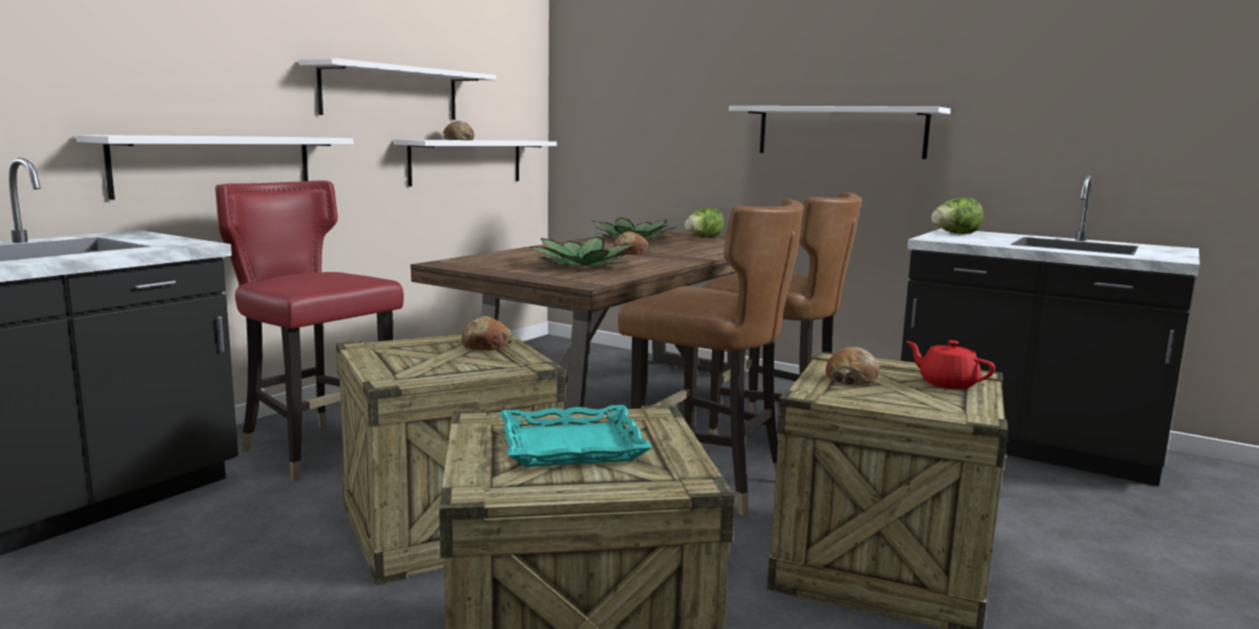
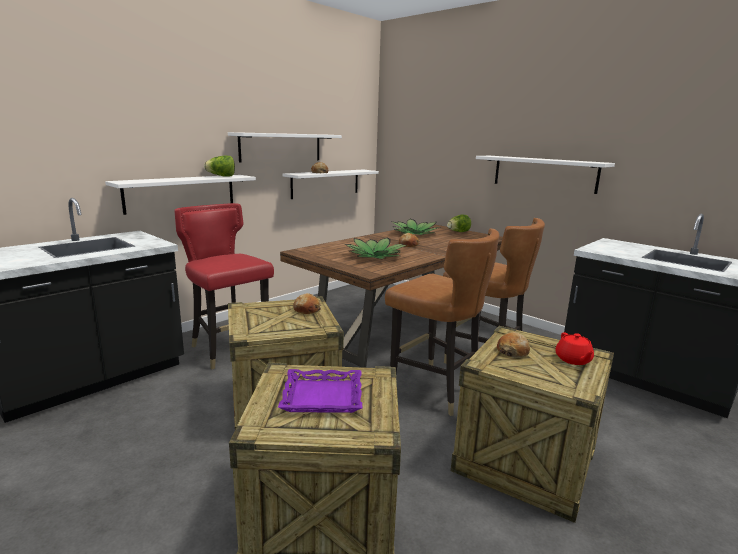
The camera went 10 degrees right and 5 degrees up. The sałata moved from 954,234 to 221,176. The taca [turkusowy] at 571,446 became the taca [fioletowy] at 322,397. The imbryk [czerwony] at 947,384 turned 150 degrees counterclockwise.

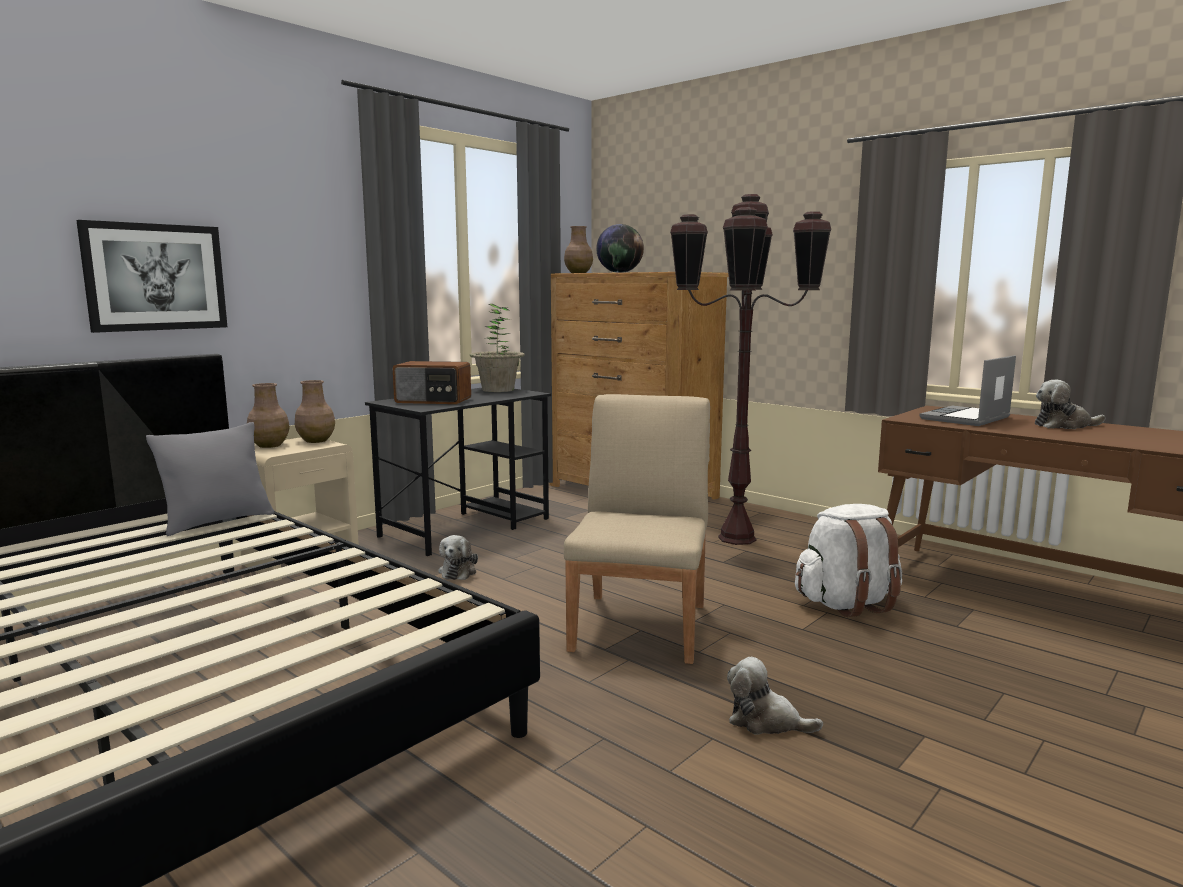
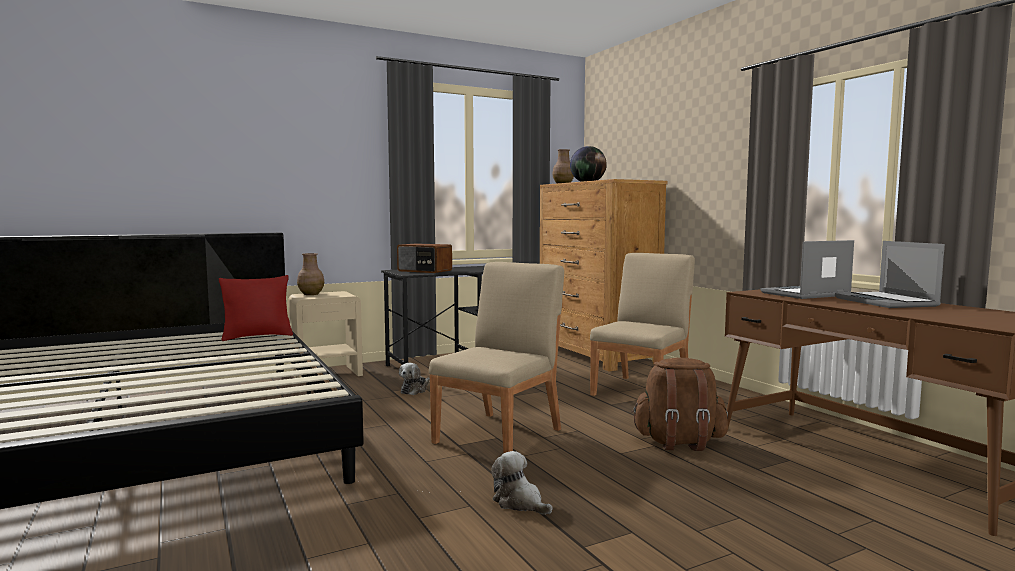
The camera went 20 degrees right and 5 degrees down. The obraz at 155,277 disappeared. The wazon [brązowy] at 315,441 disappeared. The roślina doniczkowa at 498,390 disappeared. The lampa stojąca [brązowy] at 738,538 was replaced by the krzesło [beżowy] at 642,391. The pluszak at 1064,426 was replaced by the laptop at 887,302. The poduszka [szary] at 217,521 became the poduszka [czerwony] at 257,336. The plecak [biały] at 848,604 became the plecak [brązowy] at 679,442.

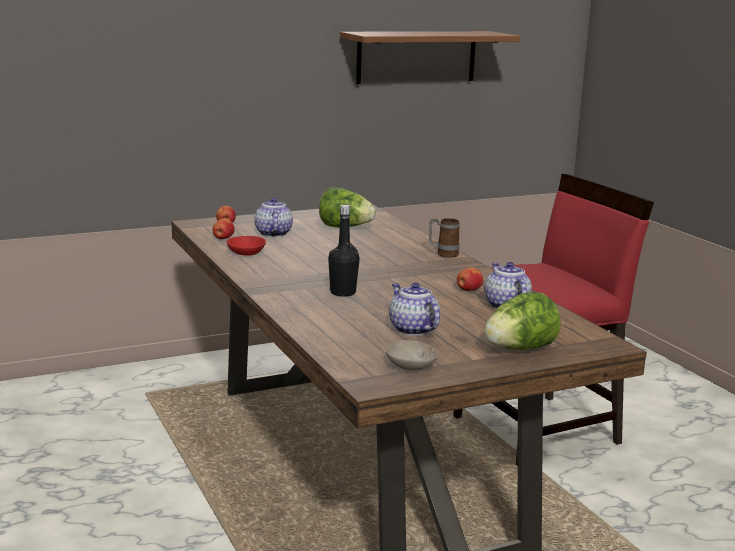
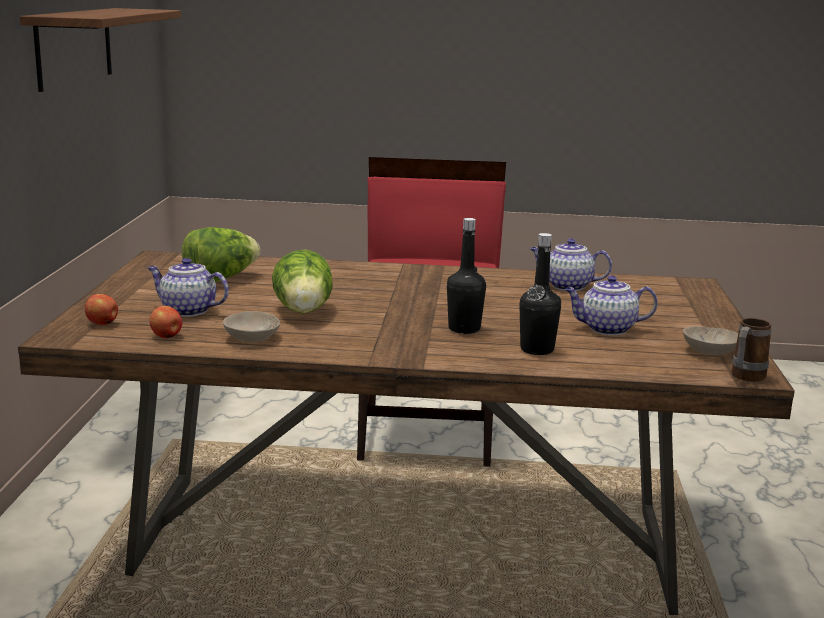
The camera went 60 degrees left and 0 degrees up. The jabłko at 468,290 disappeared. The butelka [czarny] at 537,350 appeared. The kubek moved from 443,254 to 745,377. The sałata moved from 519,349 to 304,313. The miska [czerwony] at 246,253 became the miska [beżowy] at 250,338.

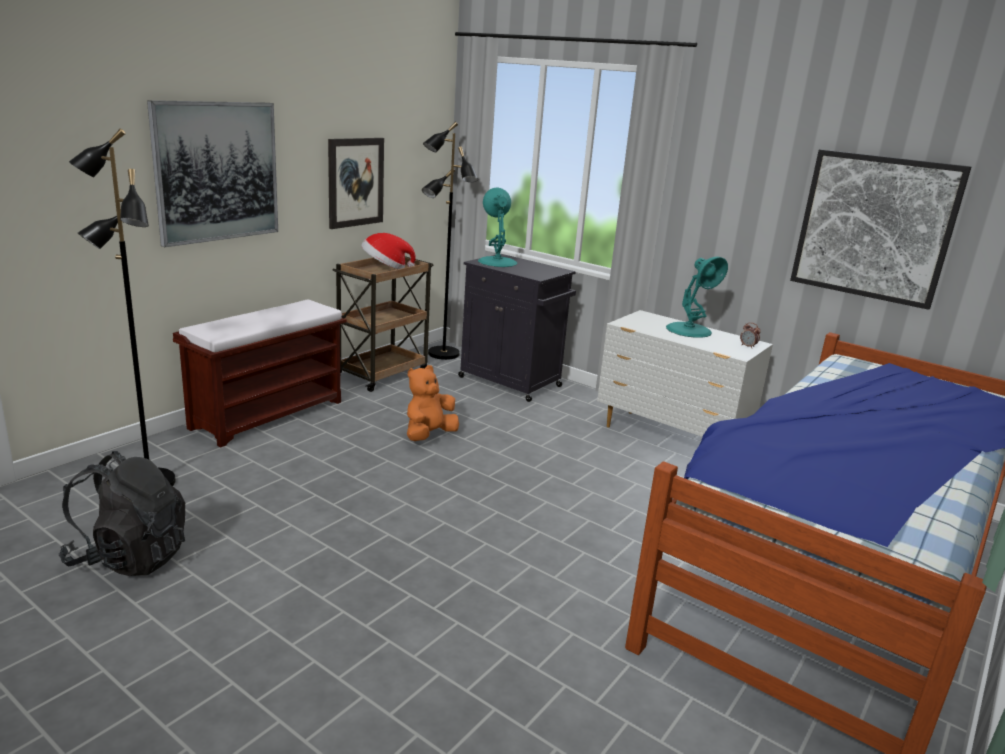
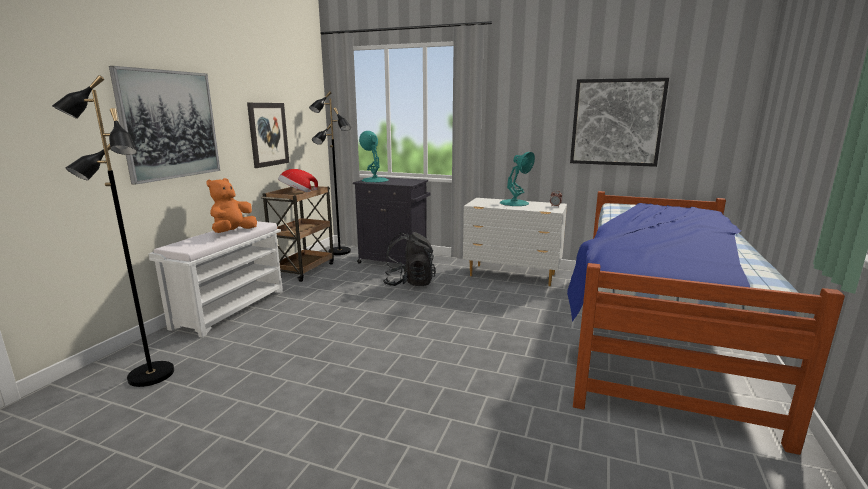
The camera went 15 degrees left and 5 degrees down. The plecak [czarny] moved from 129,557 to 409,283. The pluszak [pomarańczowy] moved from 429,435 to 233,232. The ławka [brązowy] at 269,414 became the ławka [biały] at 231,308.

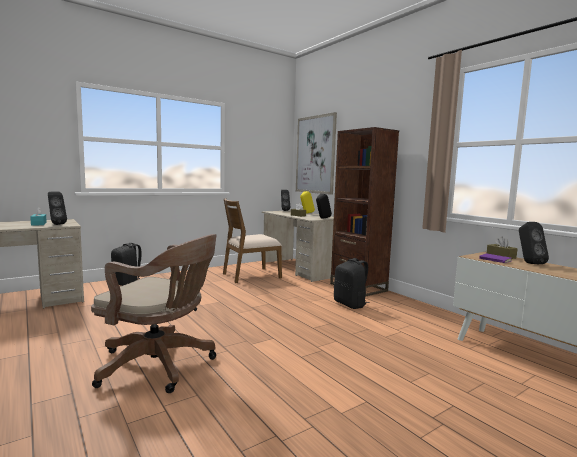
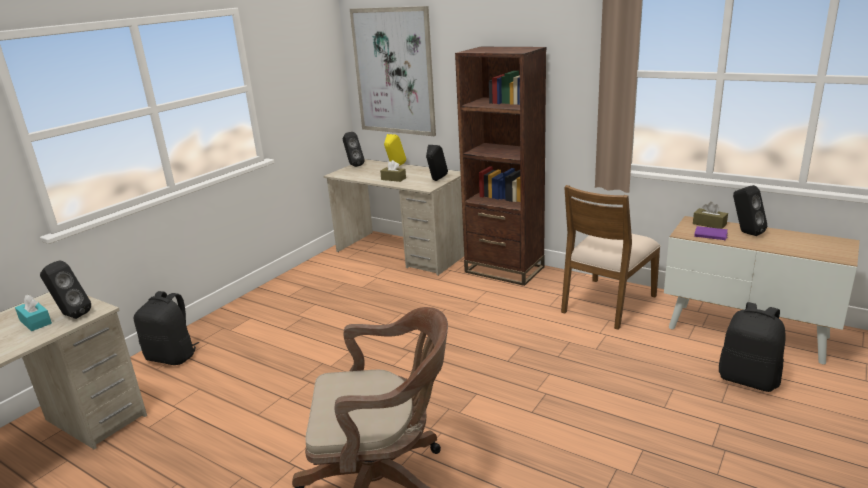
The camera went 20 degrees left and 15 degrees up. The krzesło [brązowy] moved from 251,275 to 607,303. The plecak [czarny] moved from 350,304 to 748,379.

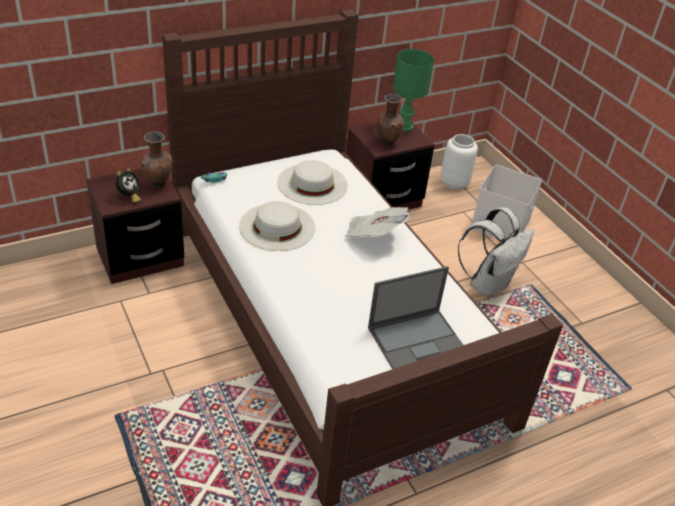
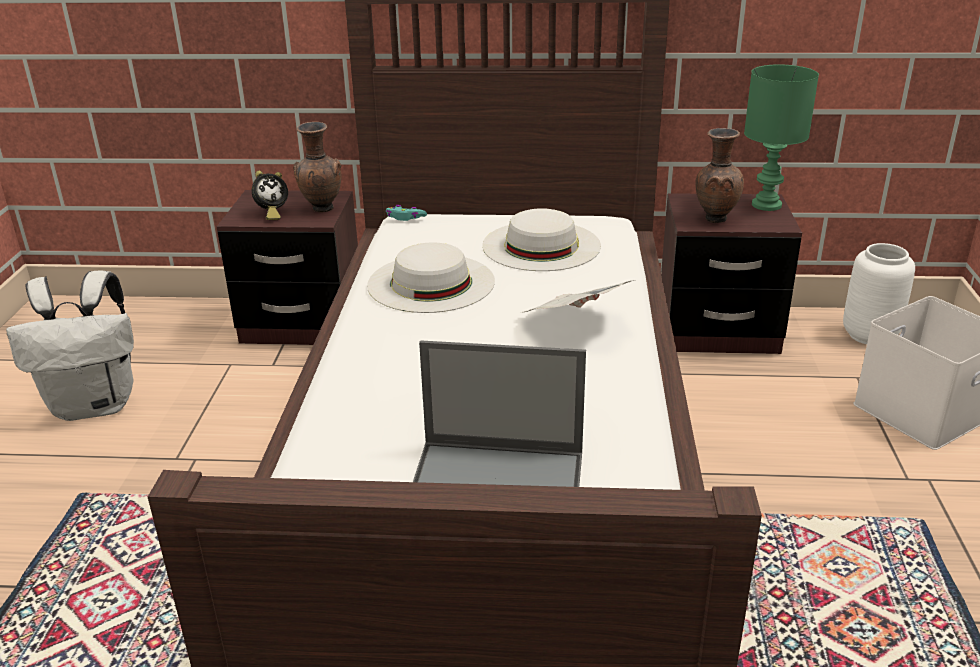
The camera went 35 degrees right and 10 degrees down. The plecak [biały] moved from 488,284 to 96,405.

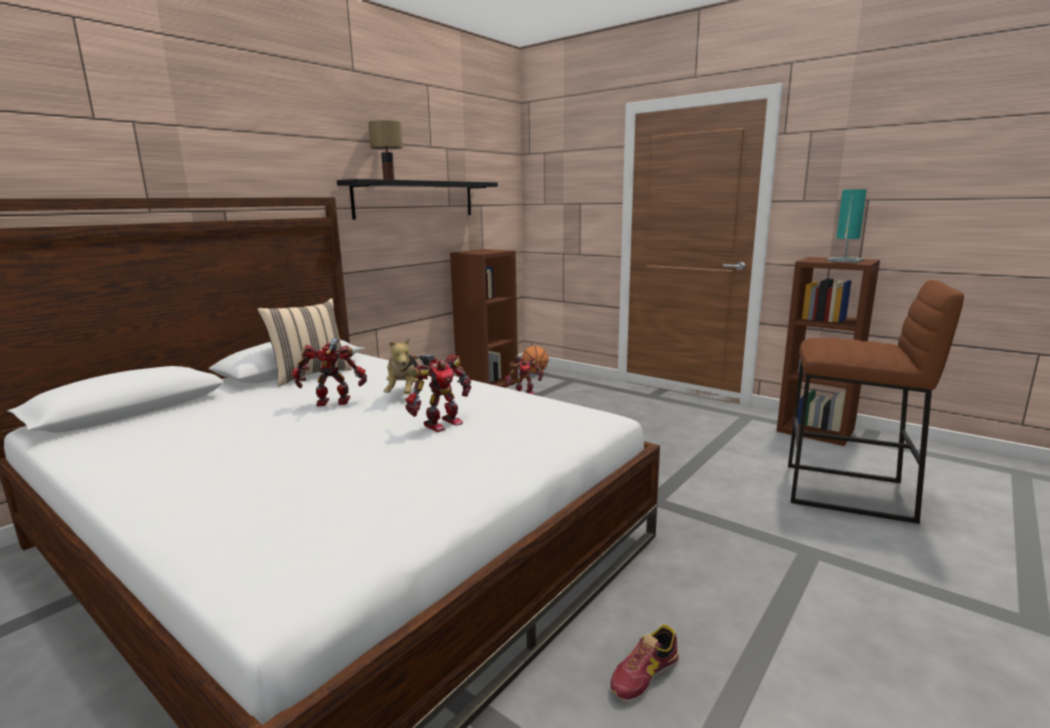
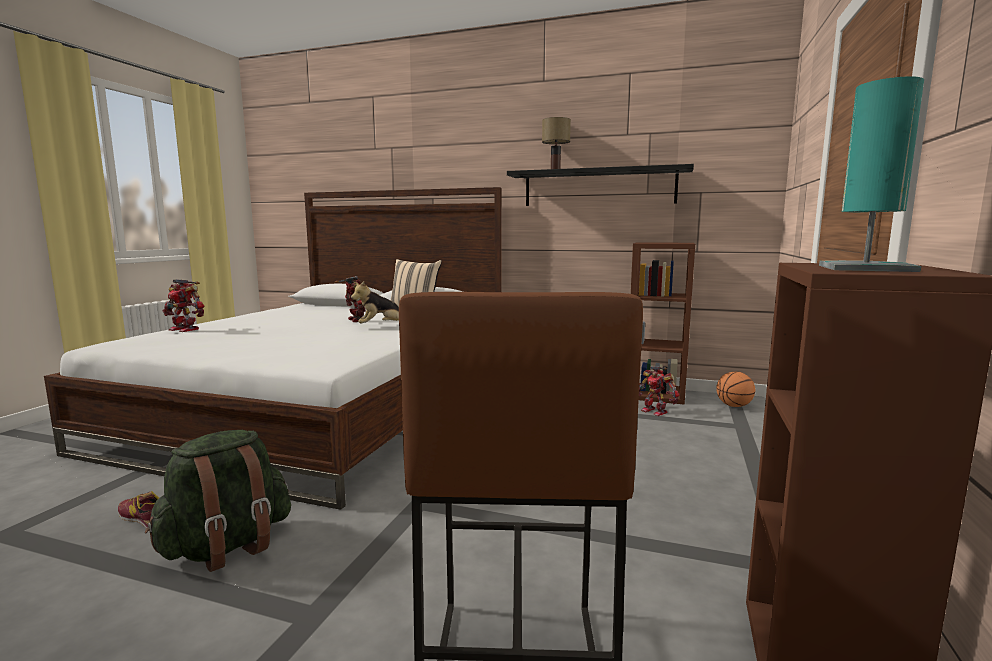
The camera went 70 degrees right and 5 degrees down. The plecak [zielony] at 227,546 appeared. The robot zabawkowy moved from 441,423 to 186,329.

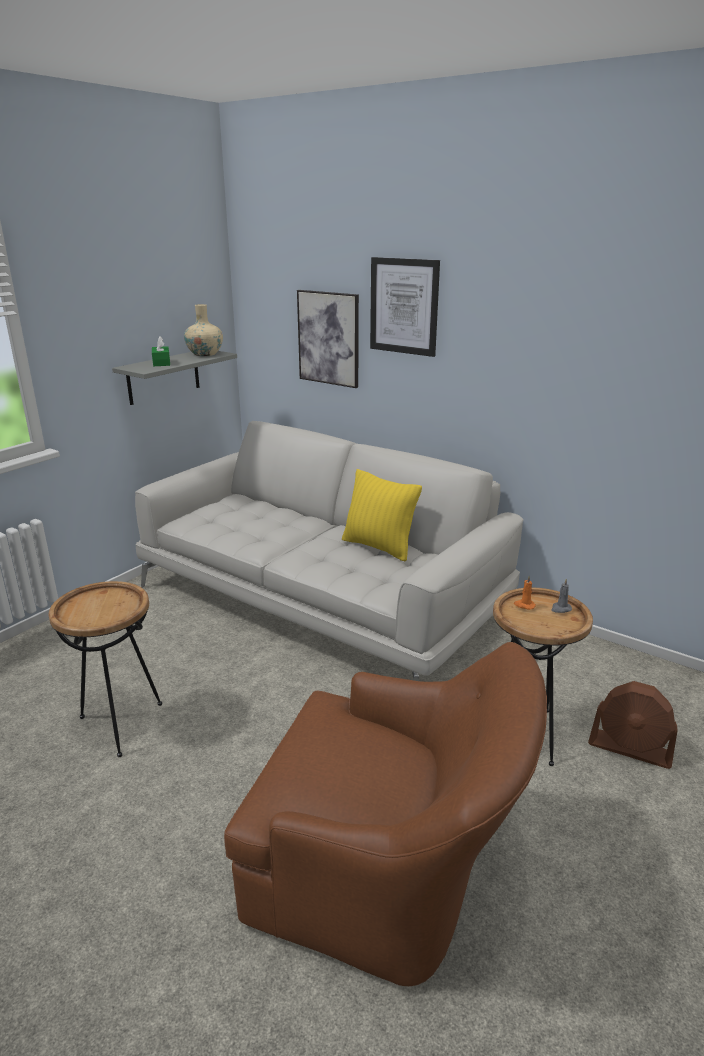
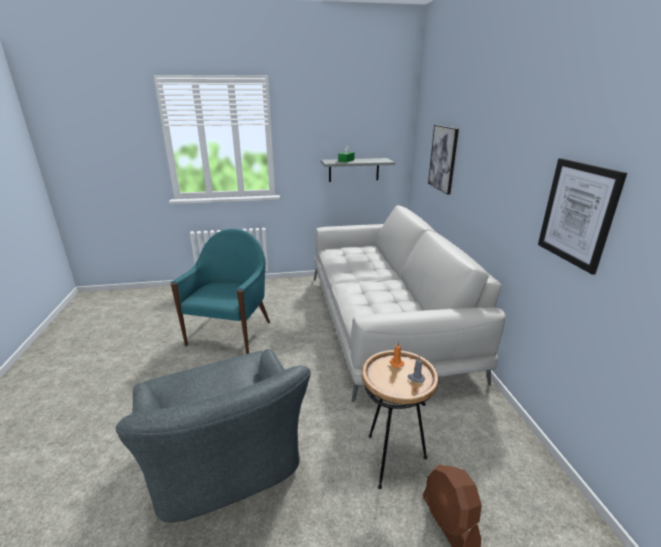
The camera went 45 degrees right and 0 degrees up. The wazon [beżowy] at 205,354 disappeared. The poduszka [żółty] at 379,547 disappeared. The obraz moved from 404,306 to 577,213. The stolik [brązowy] at 121,724 was replaced by the fotel [turkusowy] at 230,332. The fotel [brązowy] at 389,872 became the fotel [szary] at 226,466.

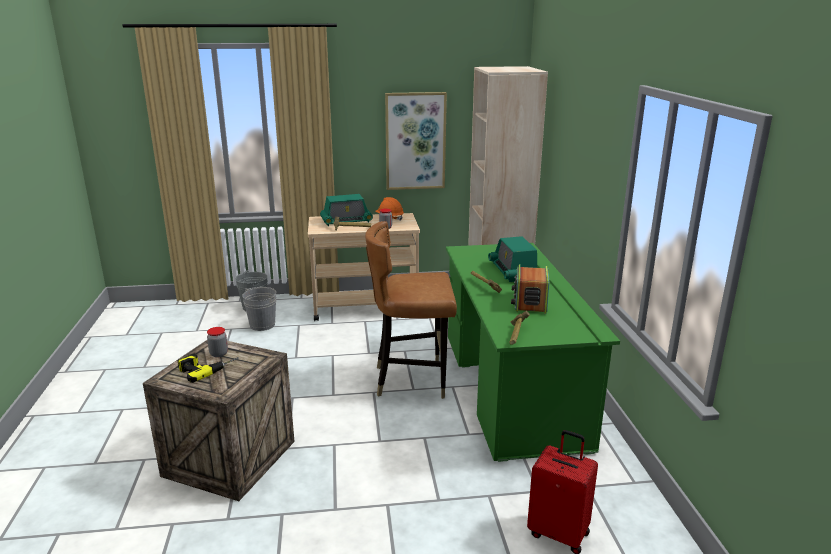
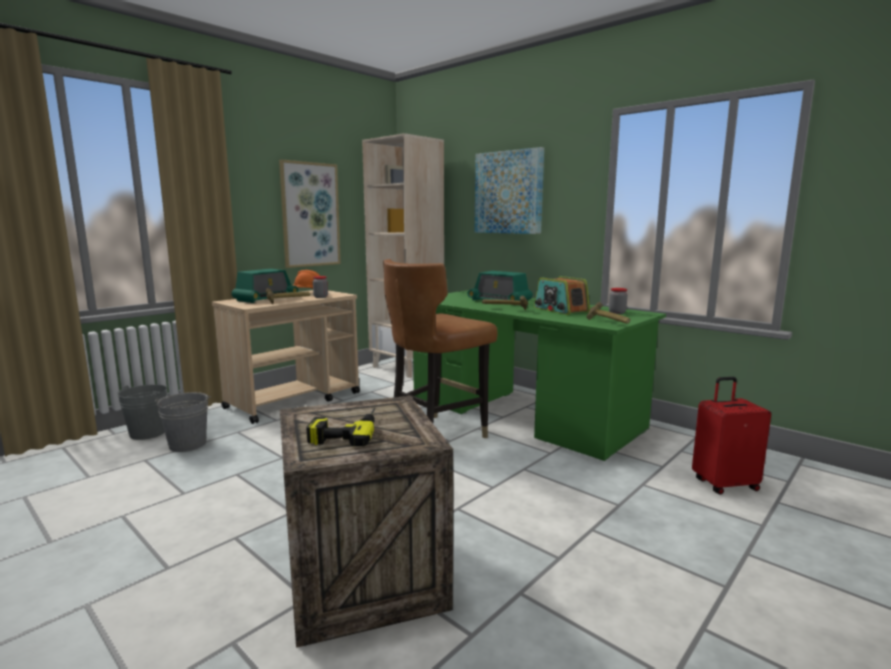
The camera went 40 degrees left and 10 degrees down. The obraz at 508,192 appeared. The słoik moved from 219,353 to 617,313.

